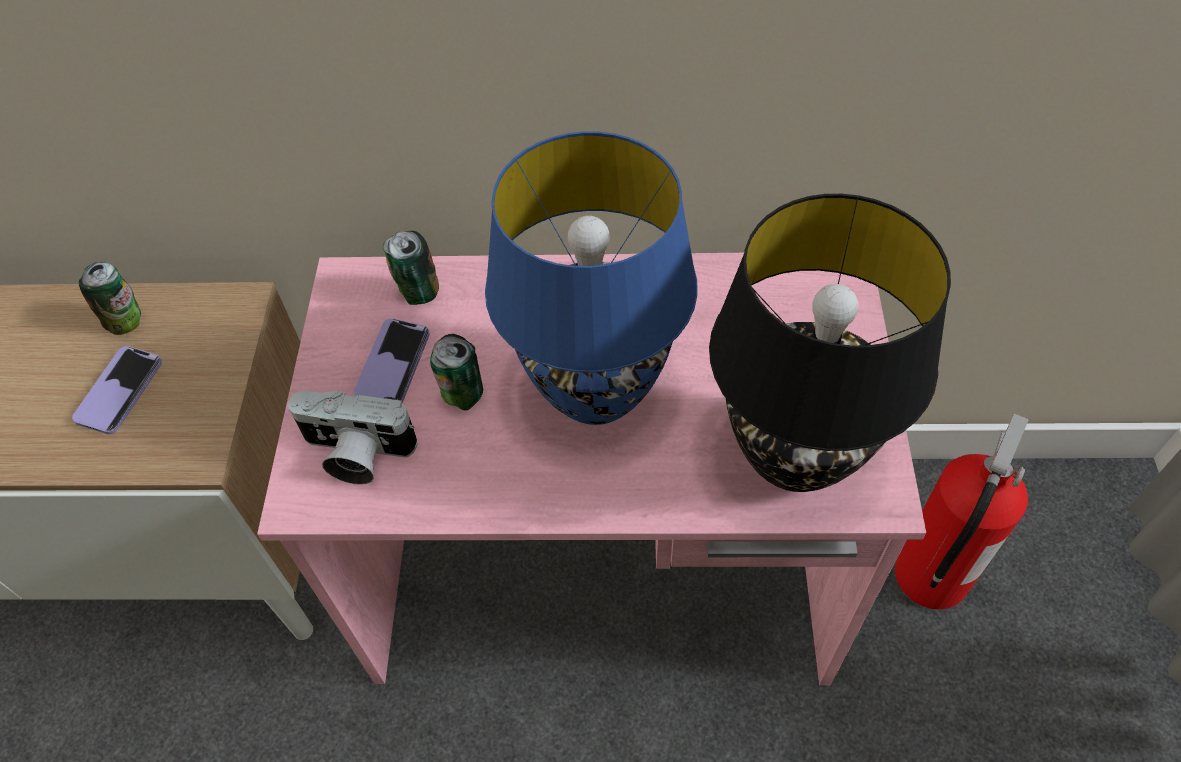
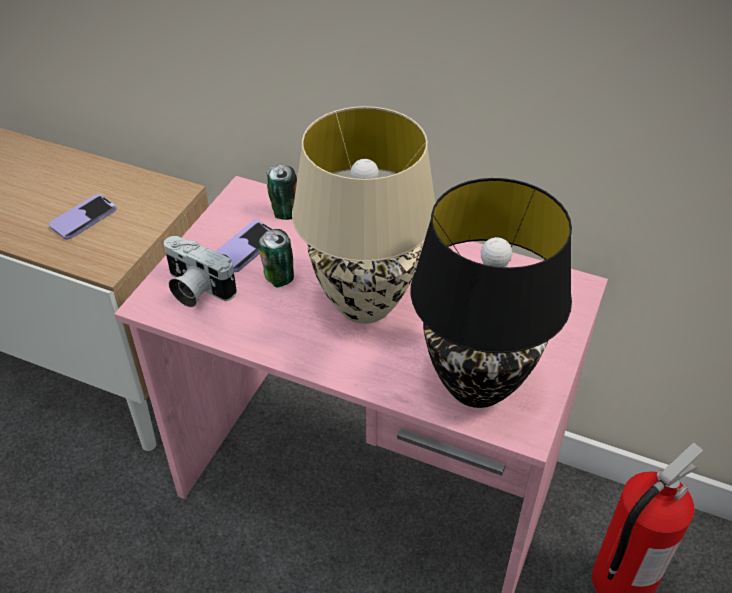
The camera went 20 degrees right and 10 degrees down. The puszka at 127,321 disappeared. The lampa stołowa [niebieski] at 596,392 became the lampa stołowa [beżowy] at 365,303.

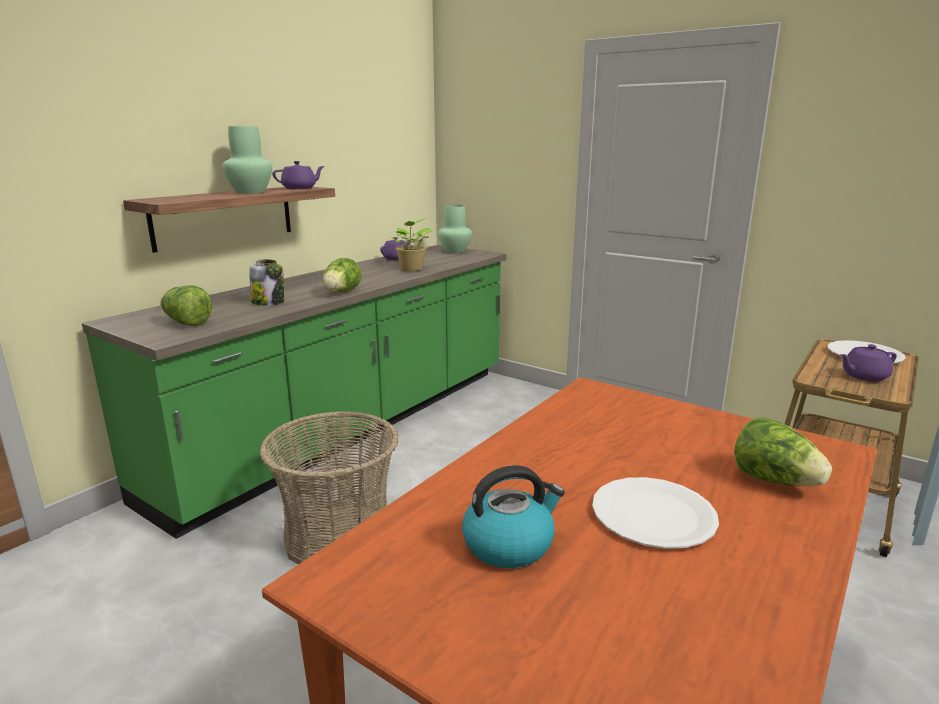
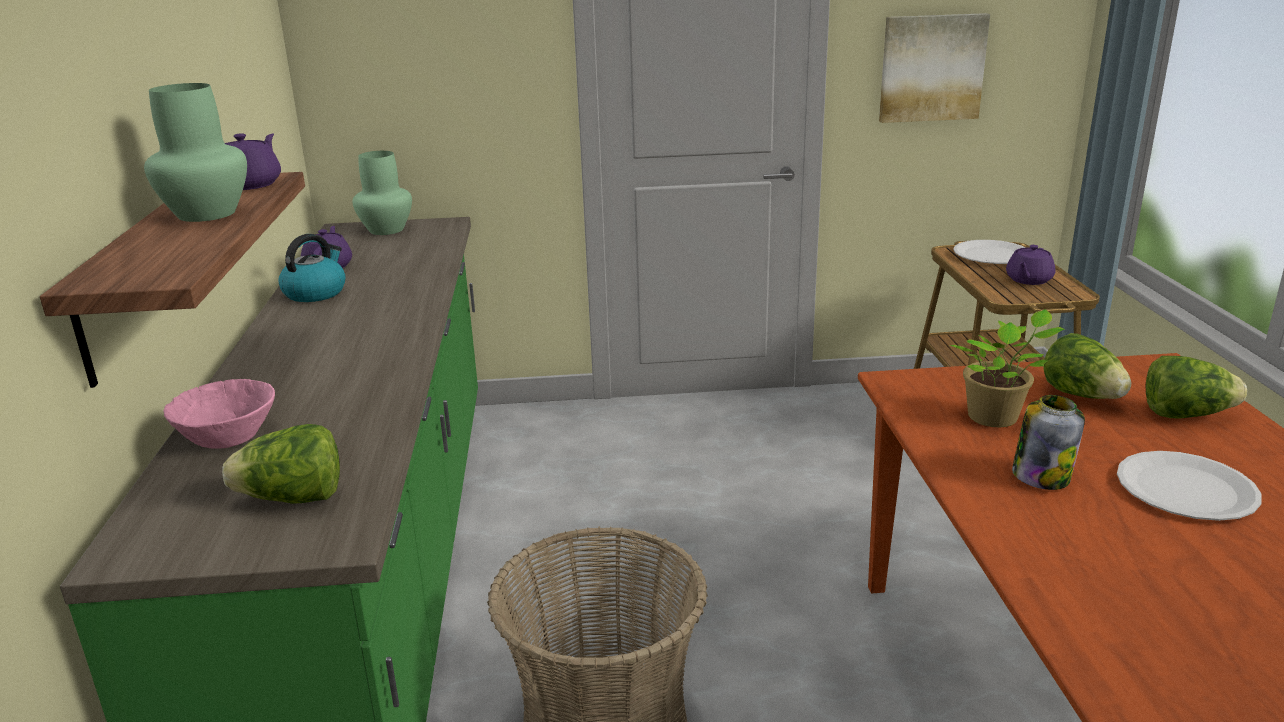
The camera went 40 degrees left and 5 degrees up. The miska [różowy] at 228,436 appeared. The obraz at 931,68 appeared. The słoik moved from 268,302 to 1041,476. The sałata moved from 341,292 to 1082,395. The roślina doniczkowa moved from 411,269 to 996,418. The czajnik moved from 509,544 to 315,292.

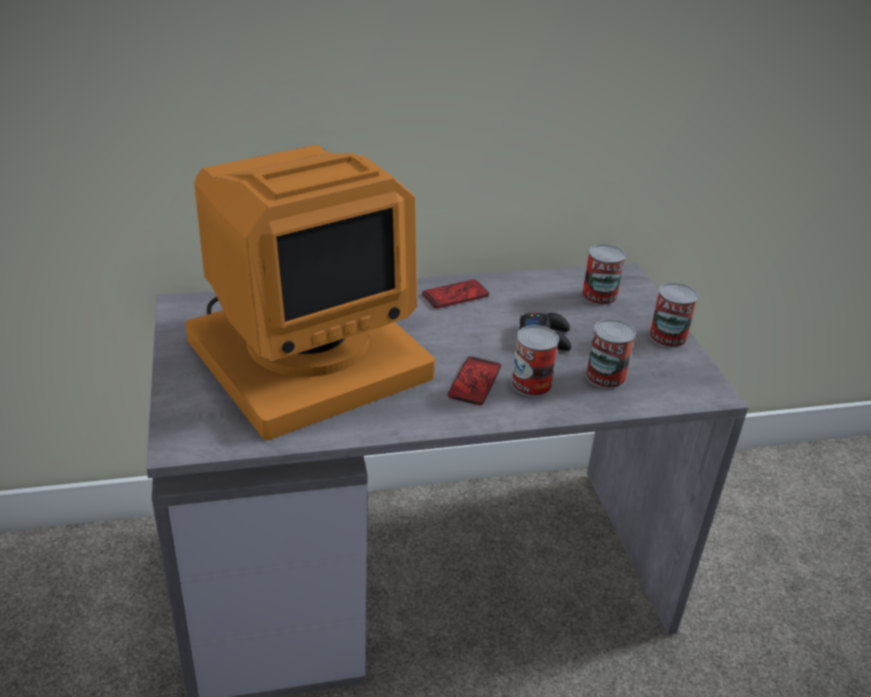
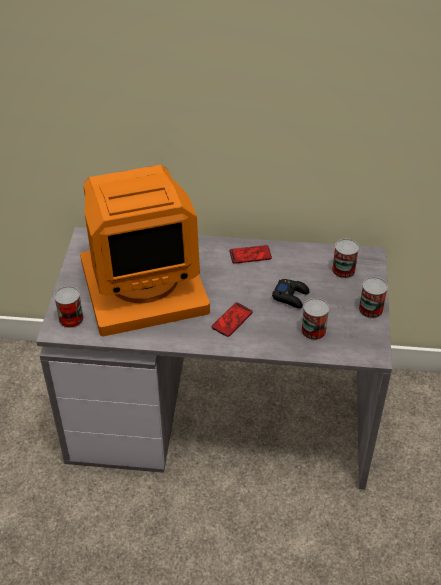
The camera went 20 degrees right and 10 degrees up. The puszka moved from 531,384 to 71,319.

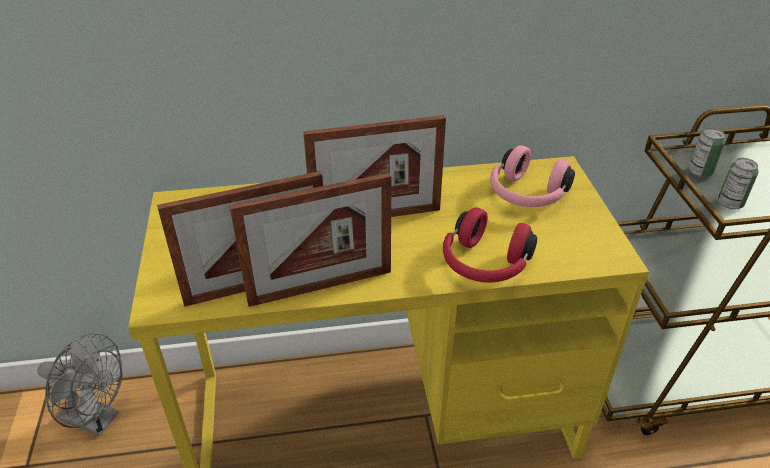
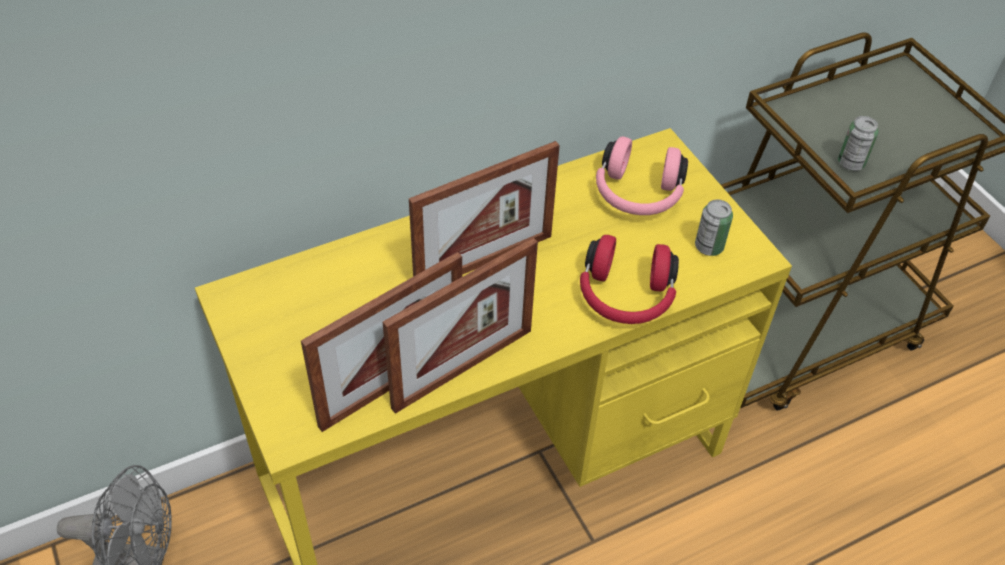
The camera went 20 degrees left and 10 degrees up. The puszka moved from 700,172 to 709,247.

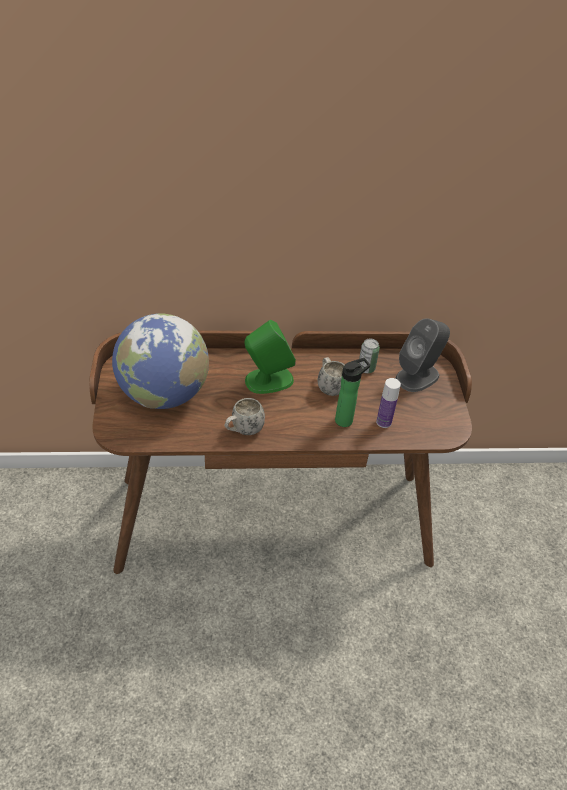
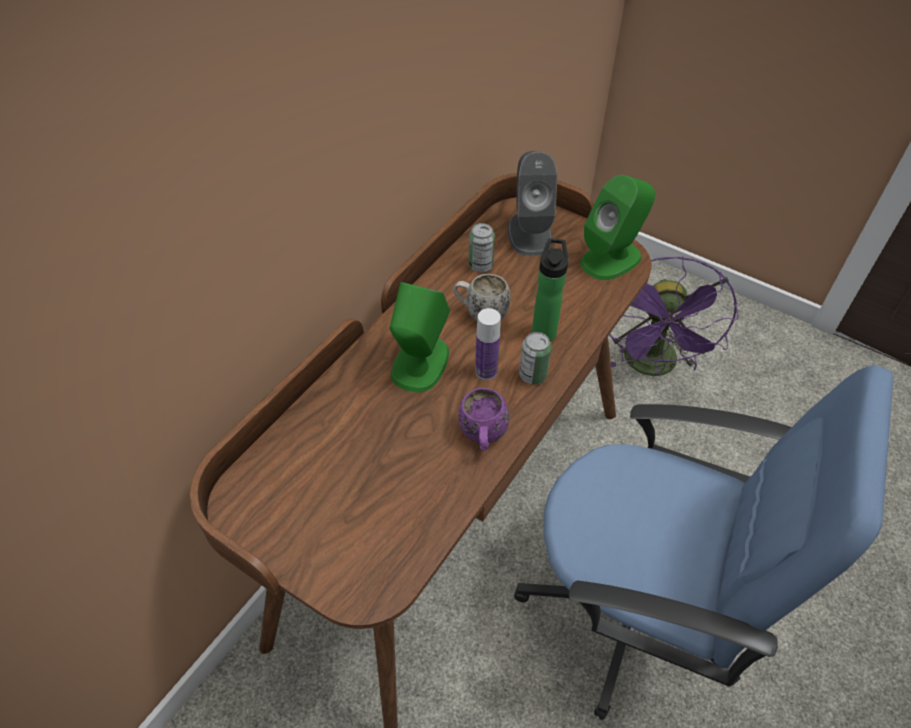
The camera went 50 degrees left and 5 degrees up. The globus at 164,394 disappeared. The krzesło biurowe [niebieski] at 633,609 appeared. The puszka at 532,375 appeared. The głośnik [zielony] at 611,259 appeared. The wentylator [fioletowy] at 652,367 appeared. The butelka moved from 383,422 to 486,371. The kubek [biały] at 243,430 became the kubek [fioletowy] at 483,437.

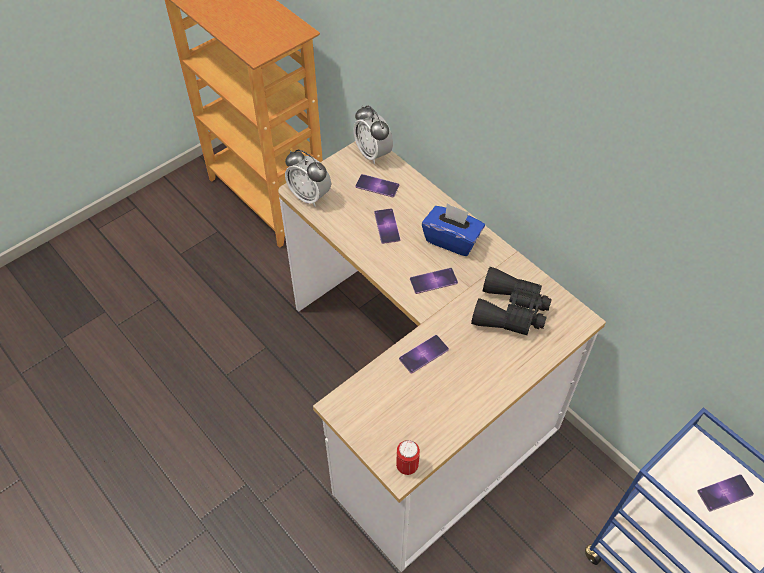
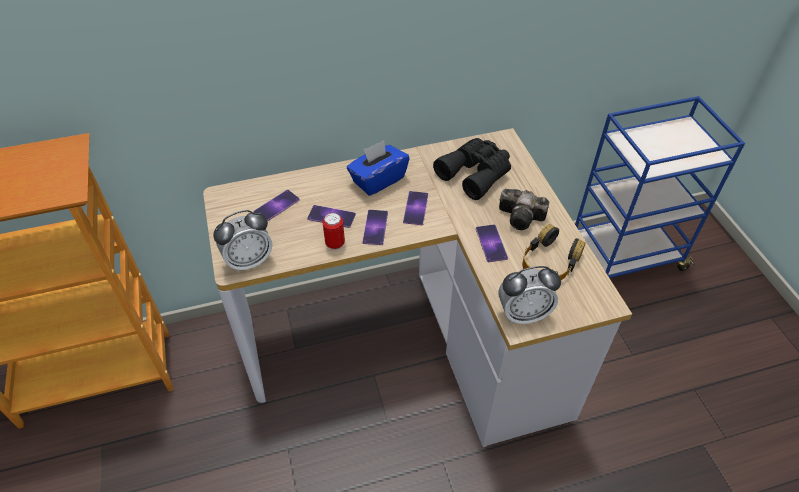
The camera went 65 degrees left and 5 degrees down. The aparat fotograficzny at 522,218 appeared. The słuchawki at 549,262 appeared. The budzik moved from 373,154 to 523,314. The puszka moved from 407,466 to 335,244. The telefon moved from 725,492 to 375,227.

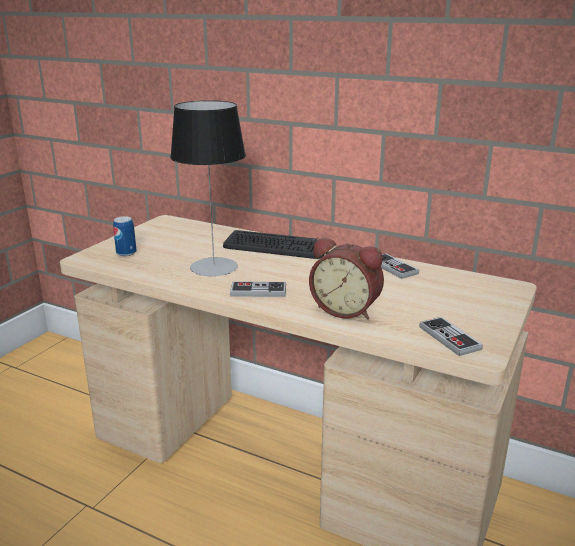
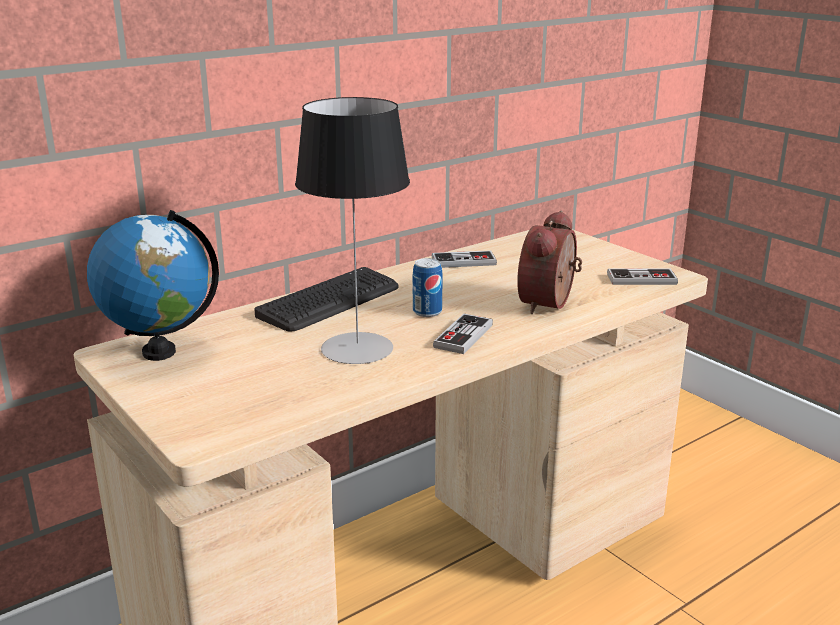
The camera went 65 degrees left and 0 degrees up. The globus at 159,352 appeared. The puszka moved from 126,253 to 427,312. The budzik at 346,309 turned 150 degrees clockwise.

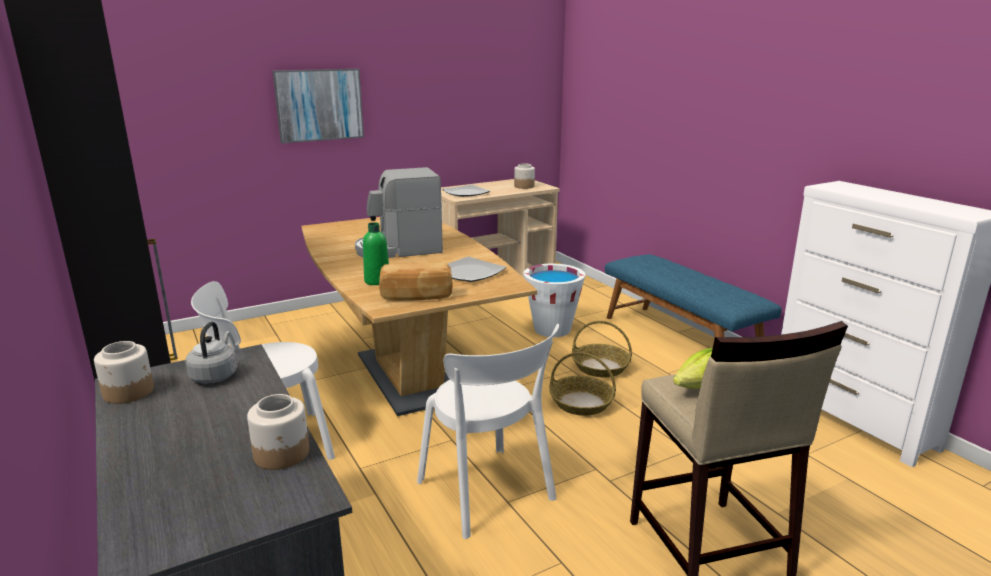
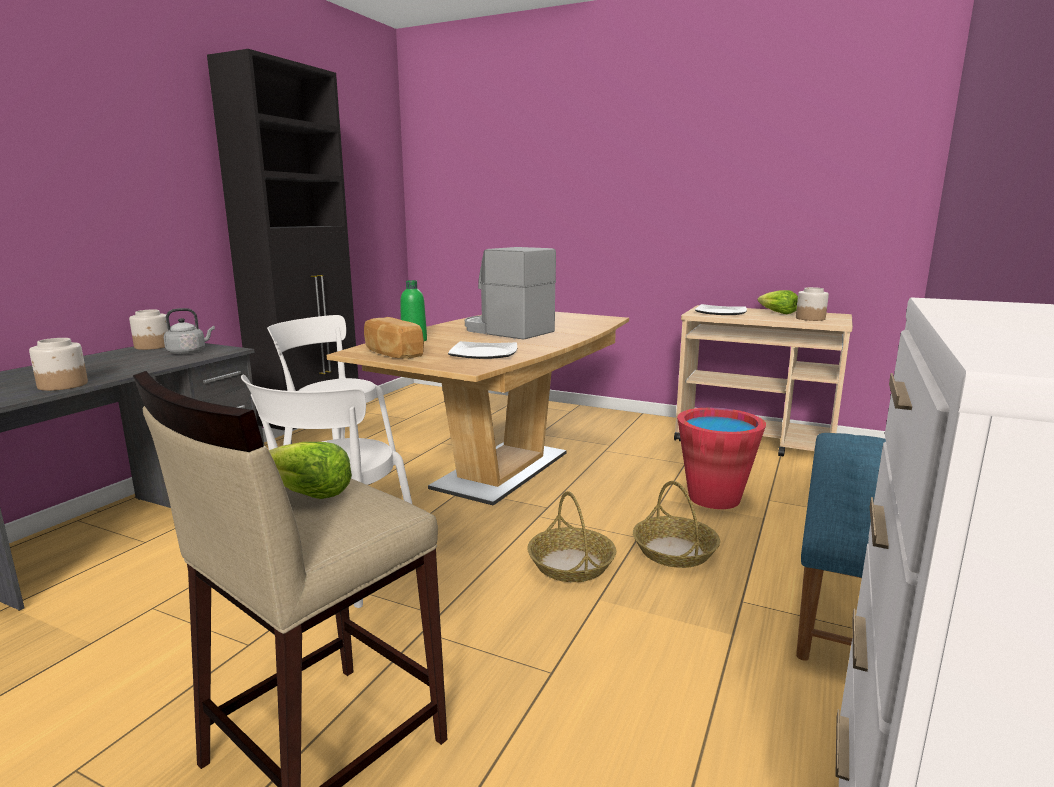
The camera went 55 degrees right and 5 degrees down. The obraz at 319,105 disappeared. The sałata at 777,313 appeared. The wiadro [biały] at 552,329 became the wiadro [czerwony] at 714,498.

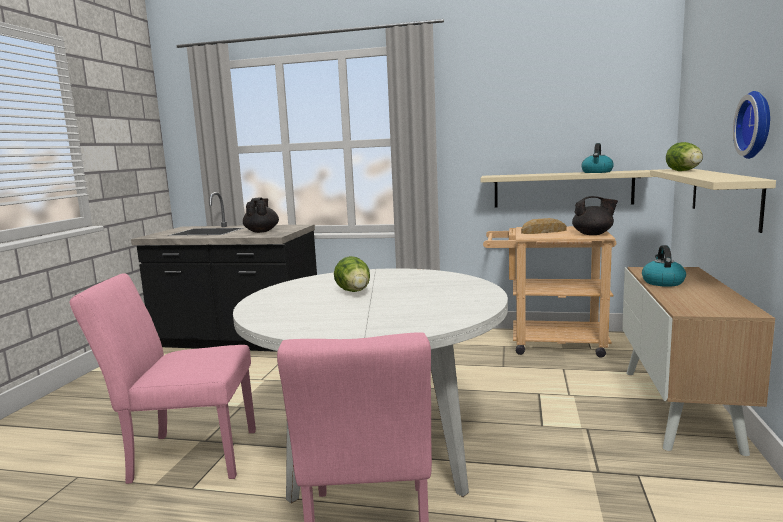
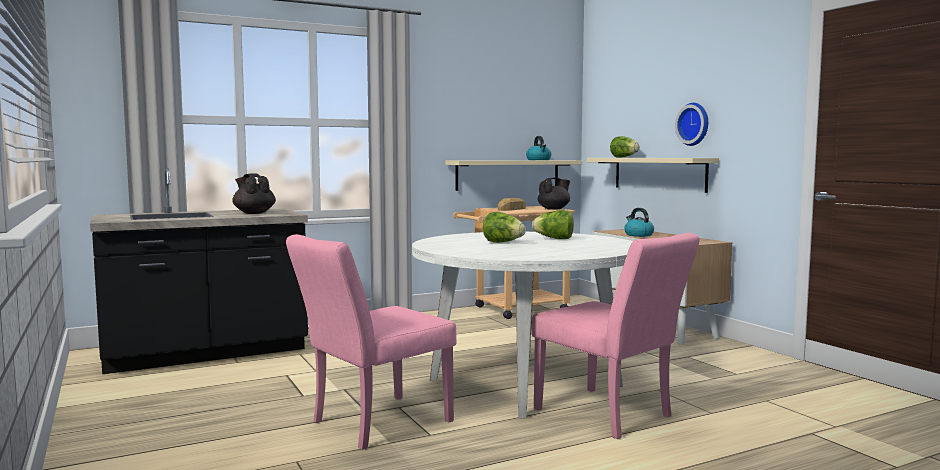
The camera went 40 degrees left and 5 degrees down. The sałata at 554,239 appeared.

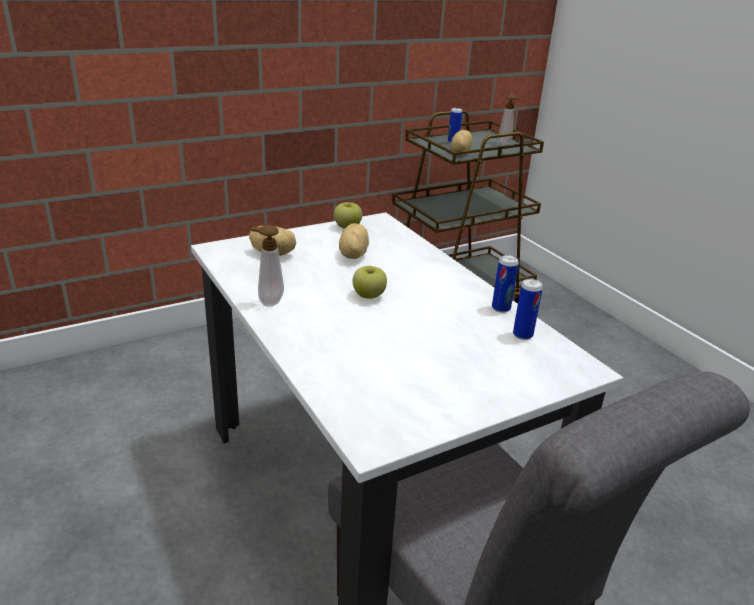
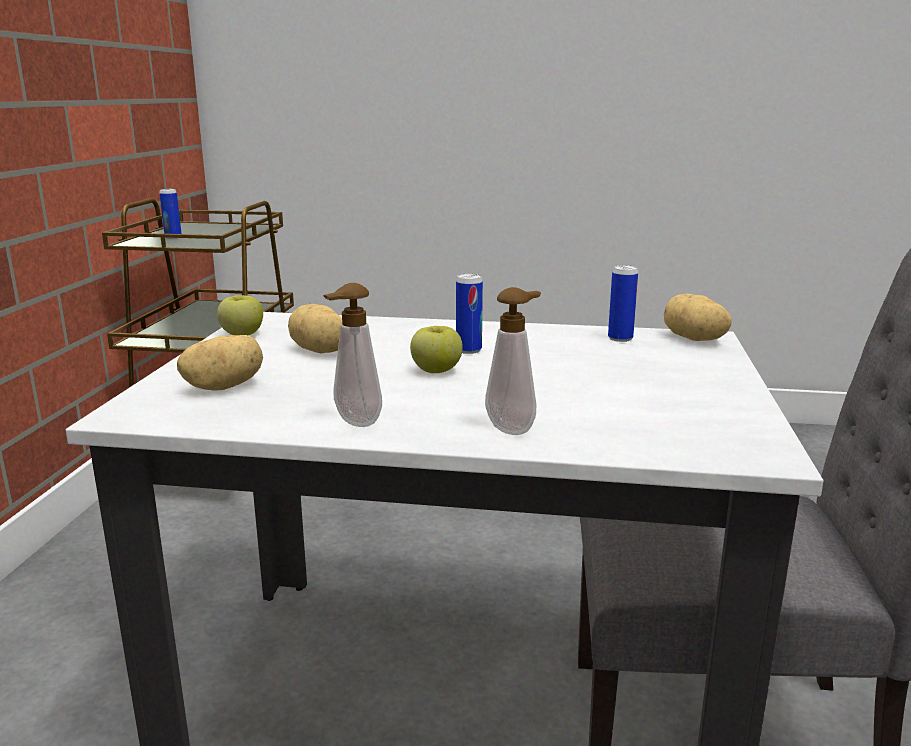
The camera went 50 degrees left and 10 degrees down. The ziemniak moved from 459,152 to 693,339. The puszka moved from 501,308 to 468,350. The dozownik mydła moved from 506,143 to 513,428.

